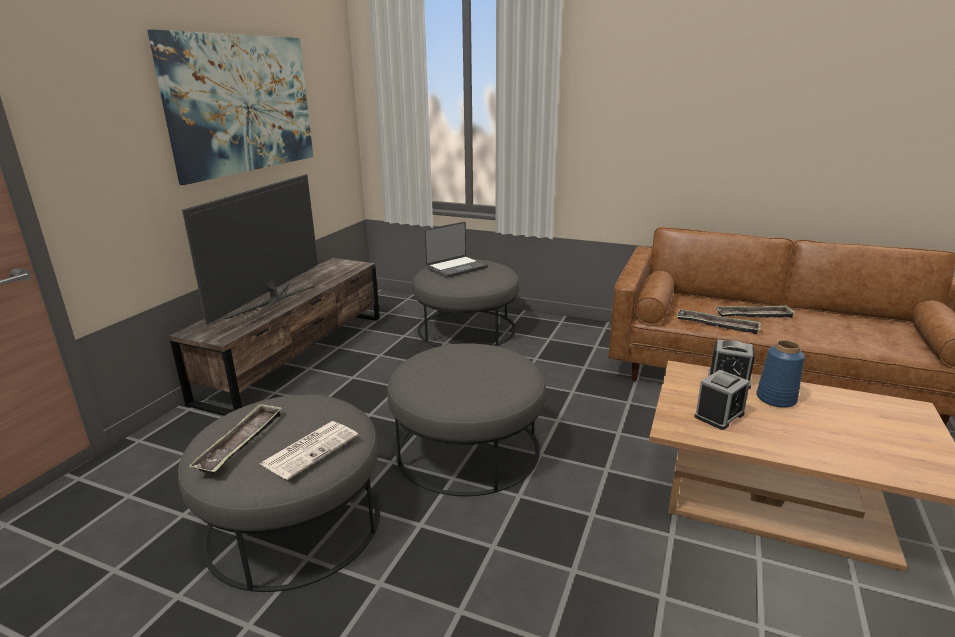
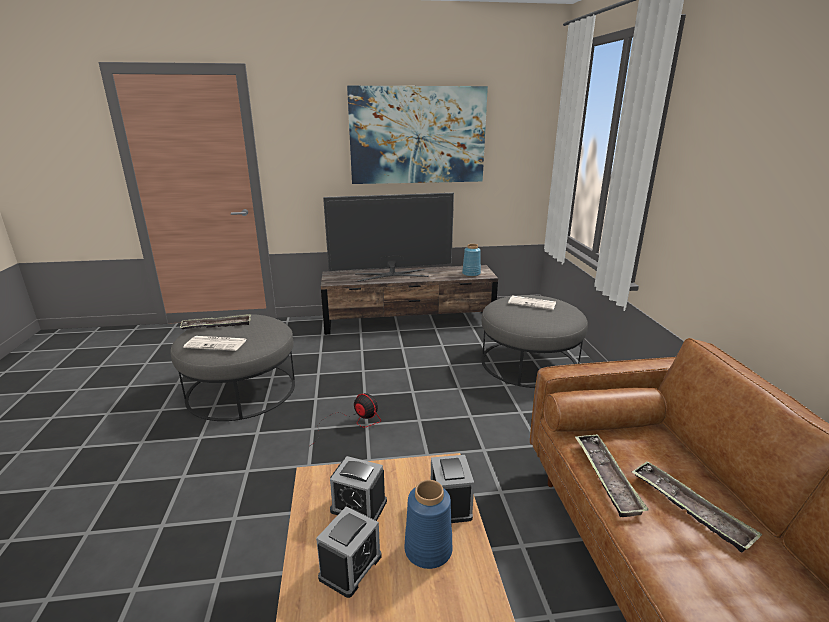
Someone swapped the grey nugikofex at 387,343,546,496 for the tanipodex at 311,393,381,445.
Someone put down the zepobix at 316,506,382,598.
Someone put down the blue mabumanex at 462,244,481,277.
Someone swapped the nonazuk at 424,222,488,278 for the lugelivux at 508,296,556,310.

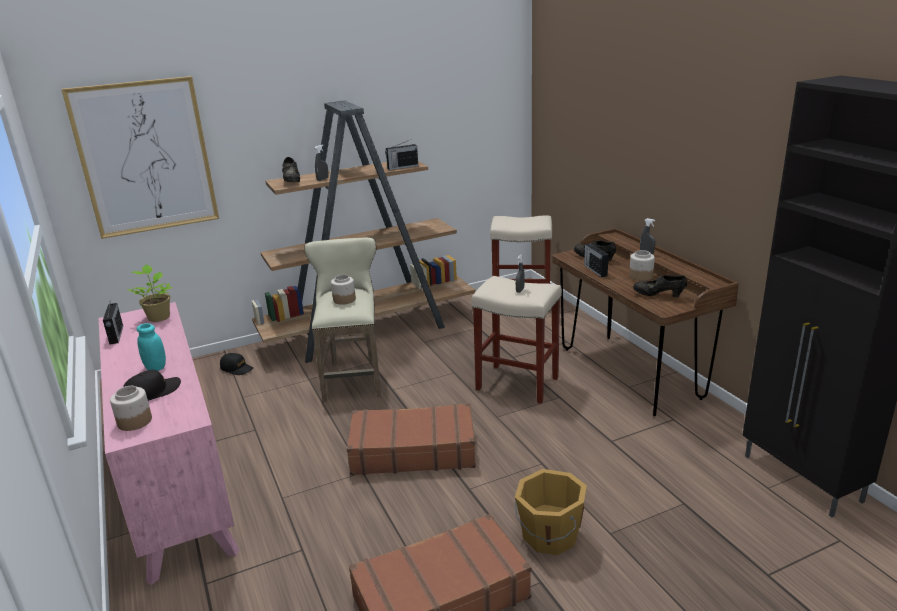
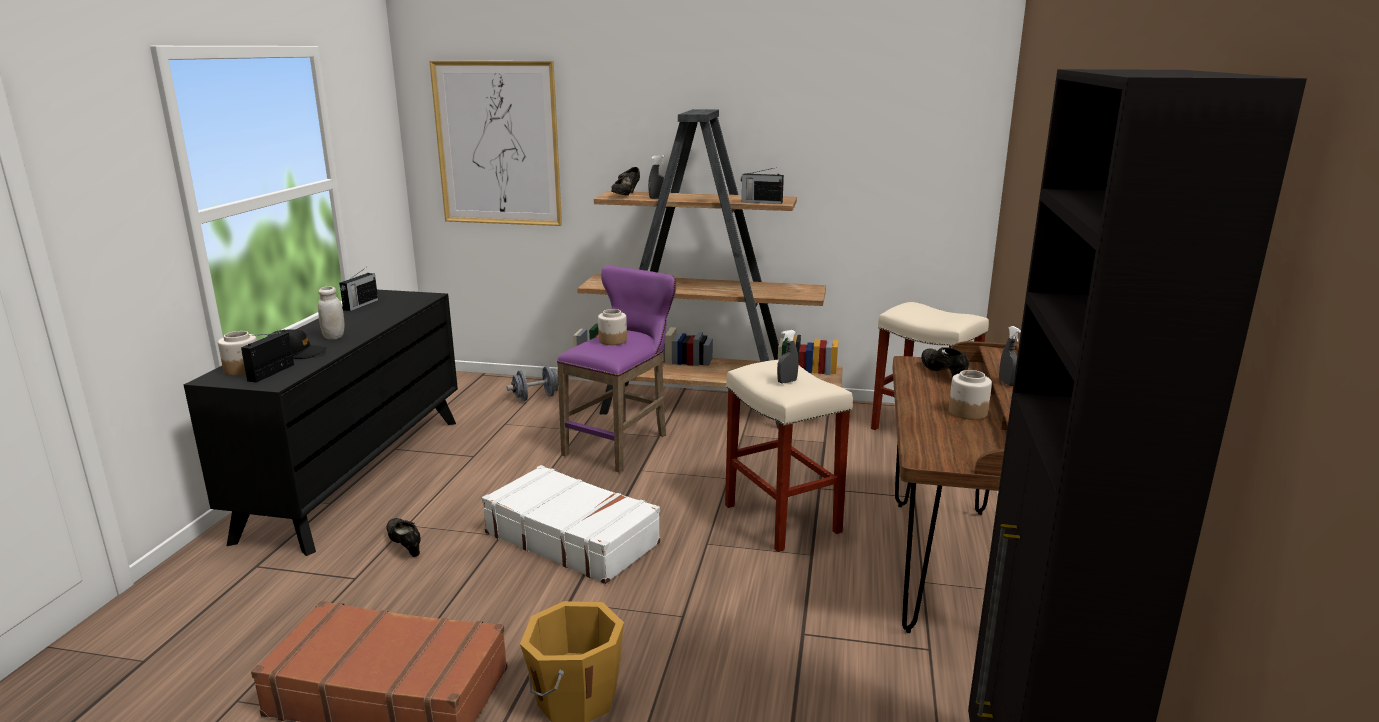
Someone repainted the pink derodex at 99,302,240,585, which became the black derodex at 184,290,458,556.
Someone carried the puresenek from 584,244,609,277 to 241,331,294,383.
Someone repainted the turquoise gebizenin at 137,323,166,371, which became the white gebizenin at 318,286,344,339.
Someone carried the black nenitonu from 633,275,687,297 to 386,518,421,557.
Someone repainted the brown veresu at 347,403,476,475, which became the white veresu at 482,465,660,584.
Someone swapped the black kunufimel at 220,353,253,375 for the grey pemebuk at 507,366,558,401.
Someone repainted the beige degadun at 304,238,381,402, which became the purple degadun at 557,266,676,472.
Someone took away the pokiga at 127,264,172,322.

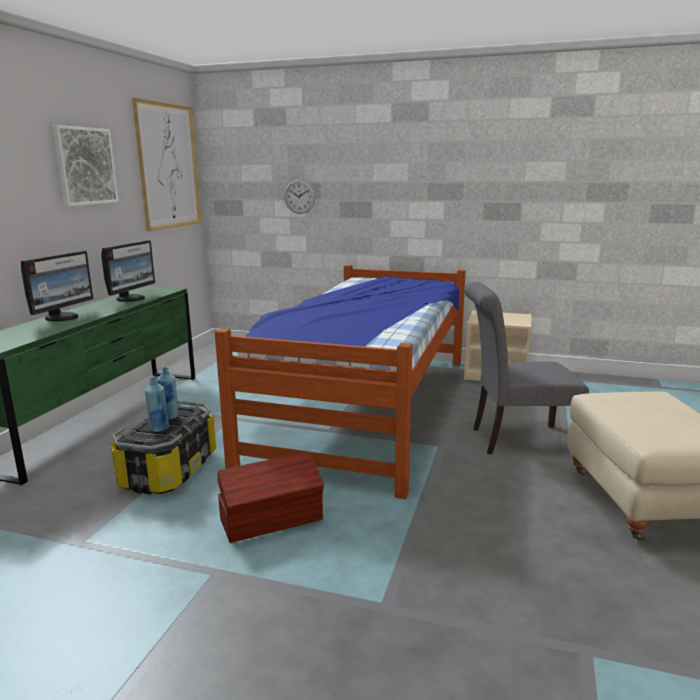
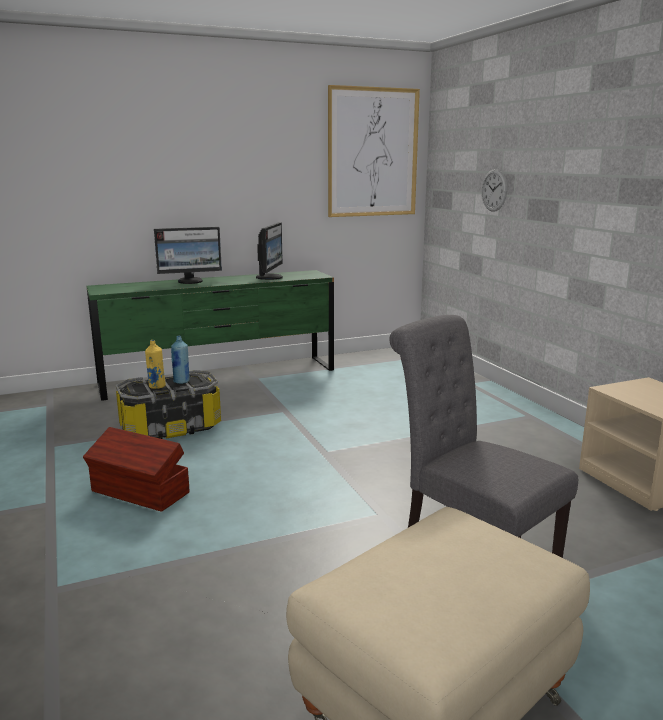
Someone repainted the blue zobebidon at 145,377,169,432, which became the yellow zobebidon at 145,340,166,389.
Someone rotated the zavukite at 101,240,155,302 by 60 degrees counterclockwise.
Someone took away the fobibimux at 52,125,119,206.
Someone took away the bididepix at 215,265,466,499.

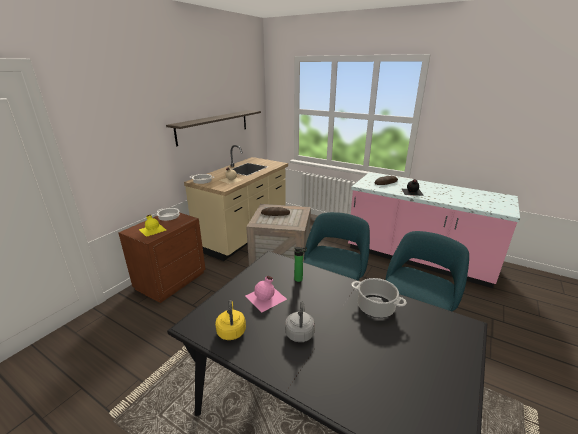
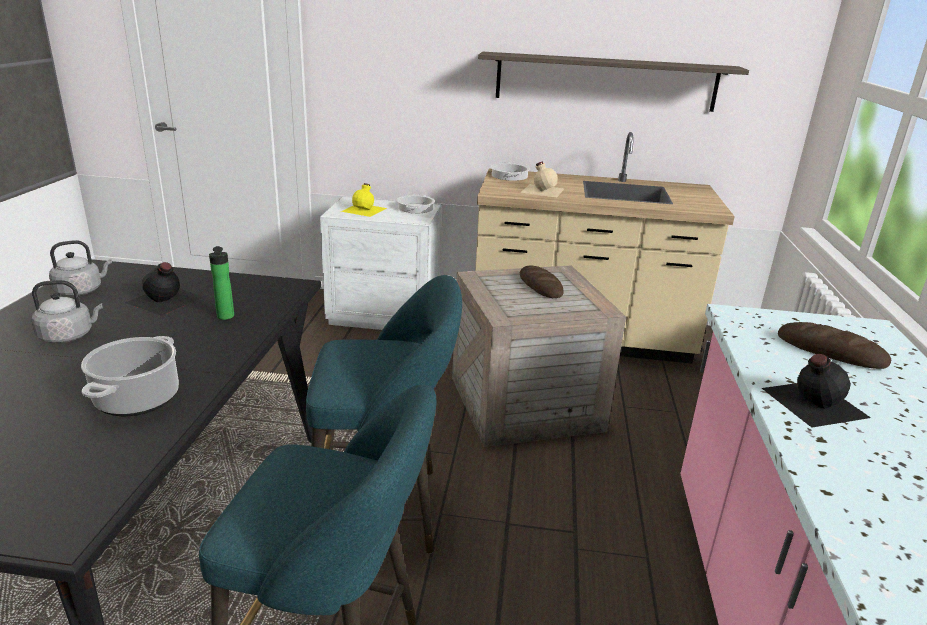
Someone repainted the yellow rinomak at 215,300,246,340, which became the grey rinomak at 49,240,112,296.
Someone repainted the pink zobebidon at 246,276,287,312, which became the black zobebidon at 125,262,204,316.
Someone repainted the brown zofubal at 119,212,205,303, which became the white zofubal at 320,197,441,330.

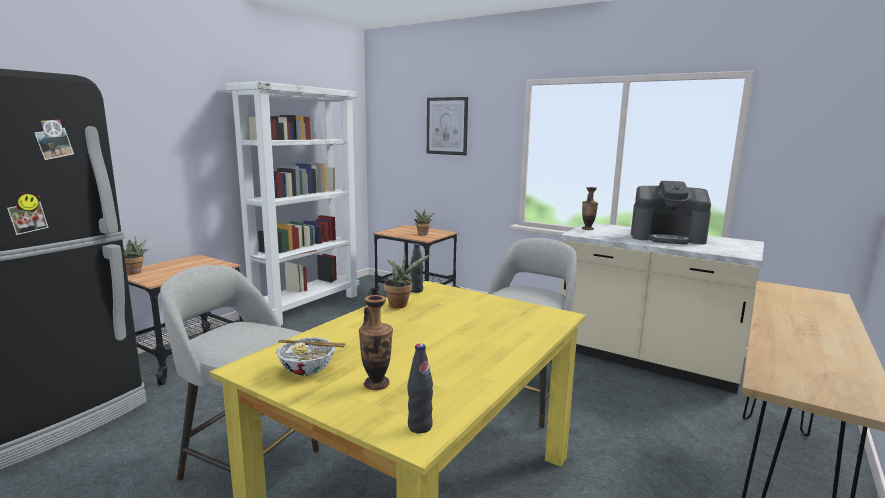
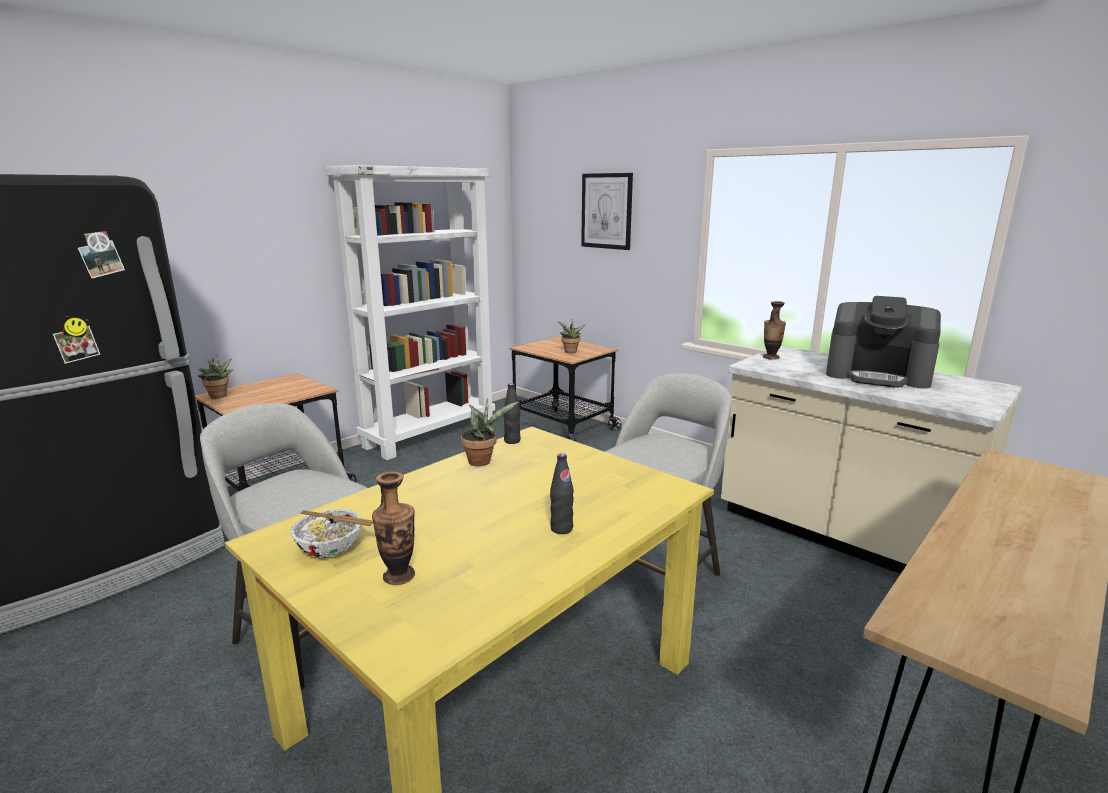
Someone carried the black zobebidon from 407,343,433,433 to 550,453,574,534.

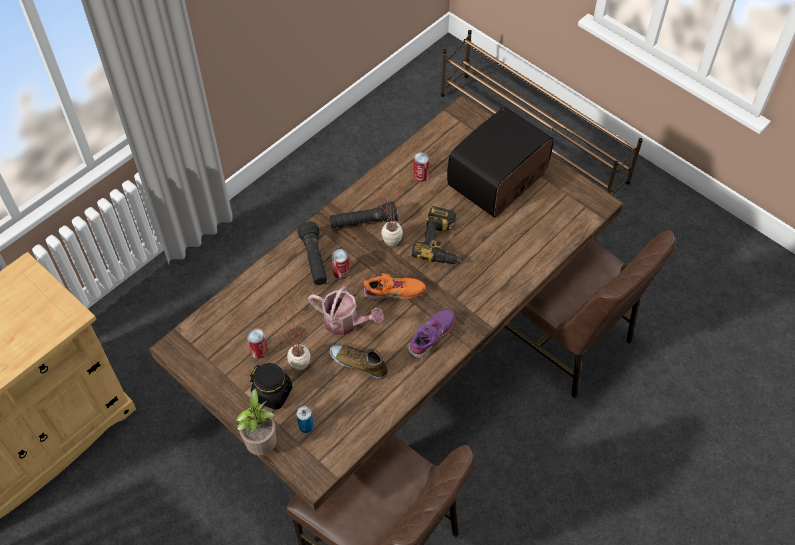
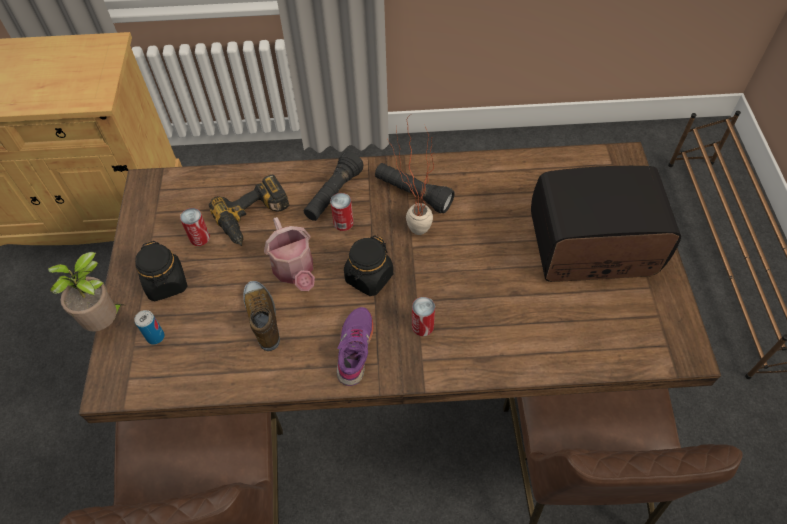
Someone carried the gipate from 412,206,462,264 to 209,175,289,246.
Someone rotated the purple nenitonu at 408,310,455,359 by 75 degrees counterclockwise.
Someone swapped the orange nenitonu at 363,273,425,301 for the black gebizenin at 344,235,393,296.
Someone carried the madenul from 413,152,429,182 to 412,297,435,336.
Someone took away the pokiga at 263,292,310,370.

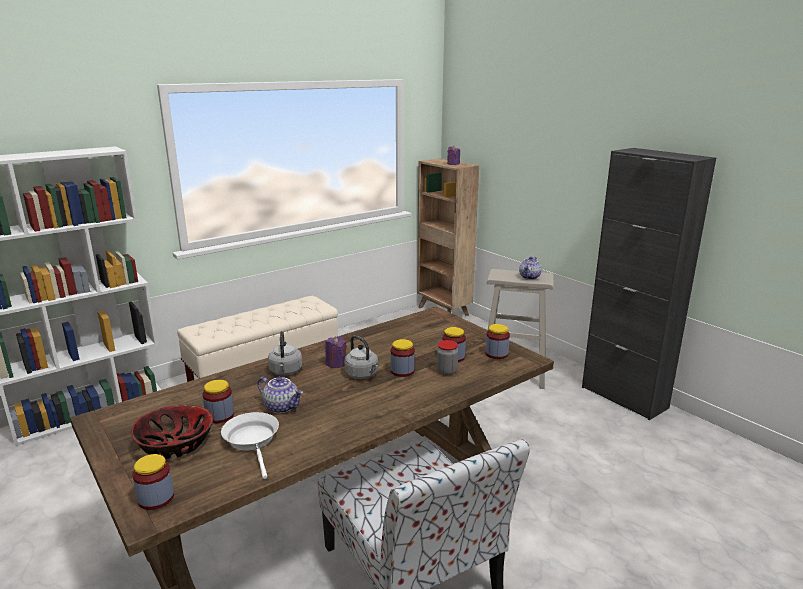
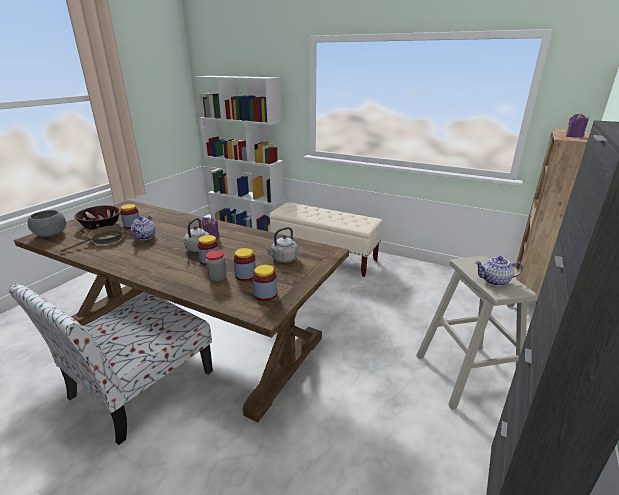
Someone swapped the gebizenin at 132,454,174,510 for the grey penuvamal at 28,210,66,237.
Someone repainted the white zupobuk at 221,412,279,479, which became the brown zupobuk at 60,226,125,252.
Someone carried the grey rinomak from 268,331,302,376 to 264,227,298,263.

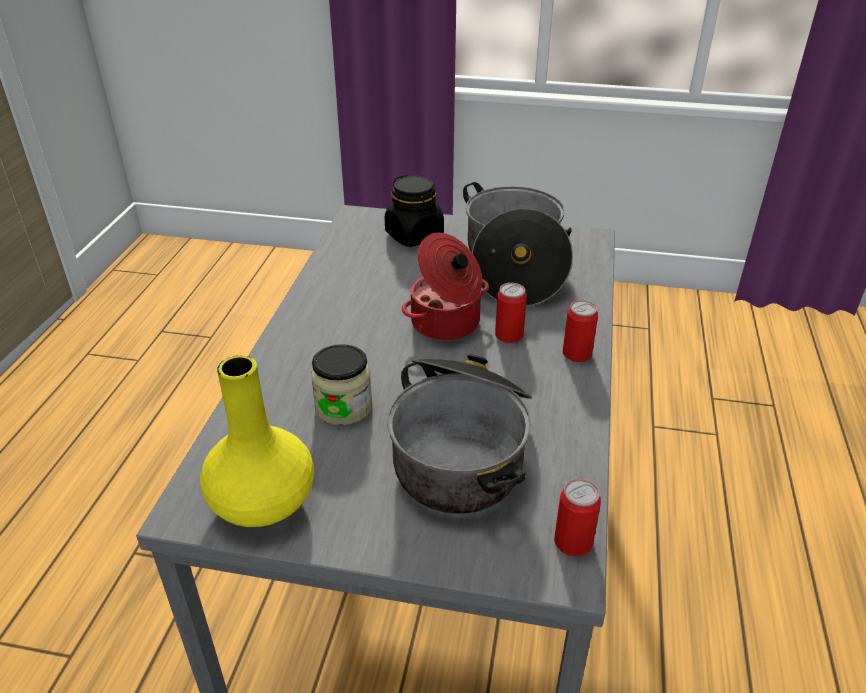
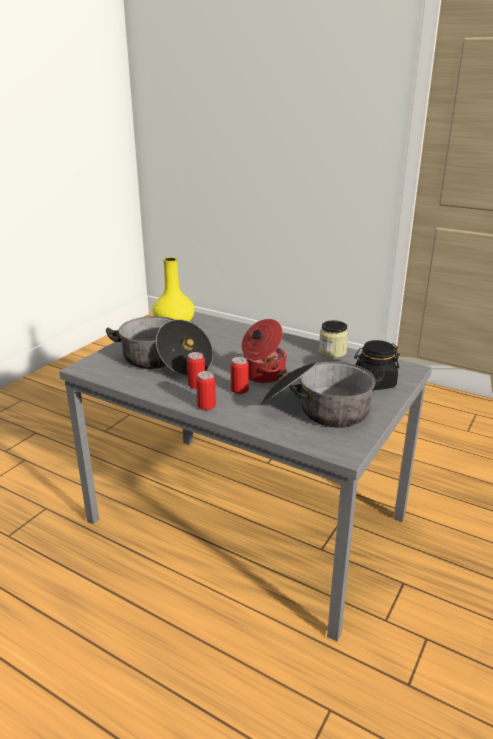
Someone carried the madenul from 554,479,601,556 to 187,352,205,389.
Someone carried the gebizenin from 311,344,372,425 to 319,320,348,358.

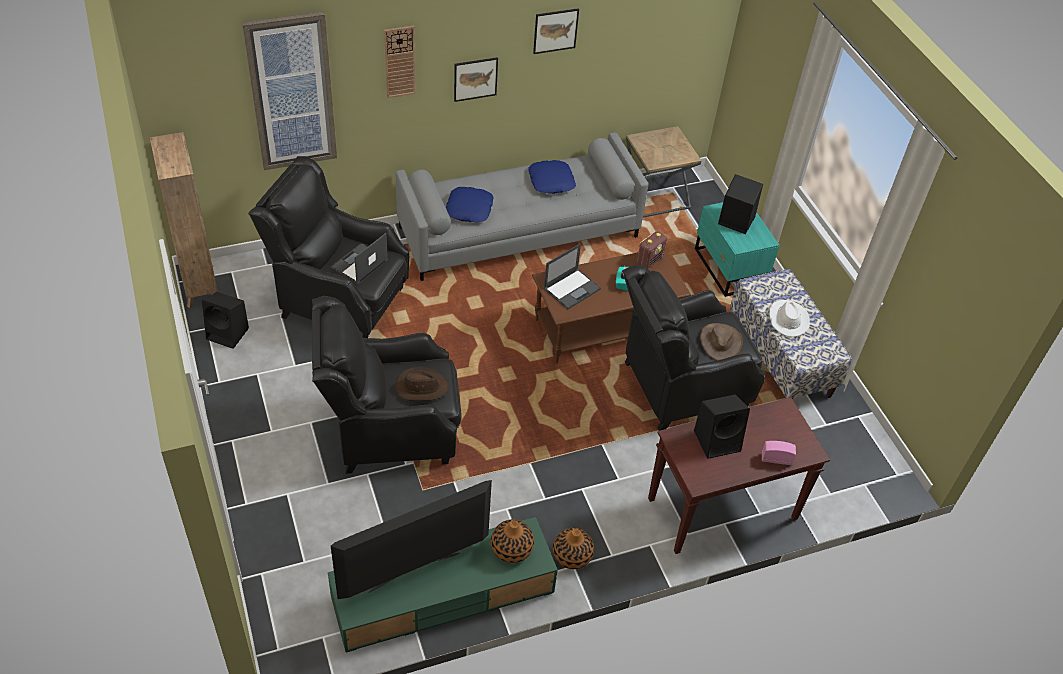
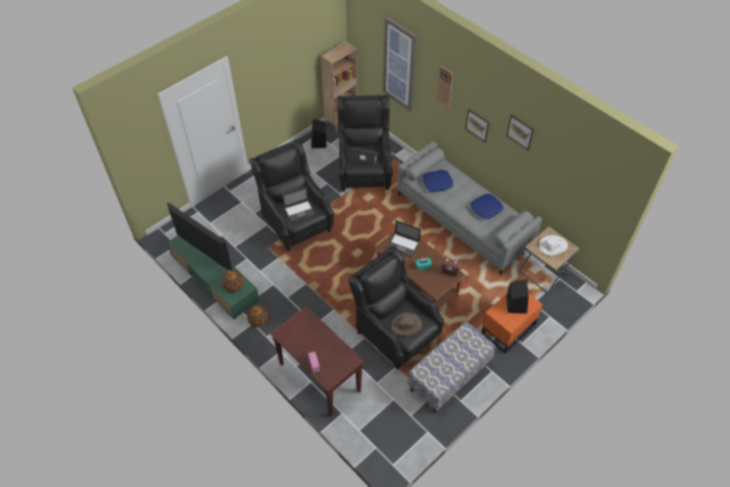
Someone swapped the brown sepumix at 395,367,449,401 for the nonazuk at 282,187,315,223.
Someone repainted the turquoise zofubal at 695,202,780,297, which became the orange zofubal at 482,293,543,353.
Someone carried the white sepumix from 769,300,810,337 to 539,235,568,256.
Someone took away the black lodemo at 694,395,750,459.

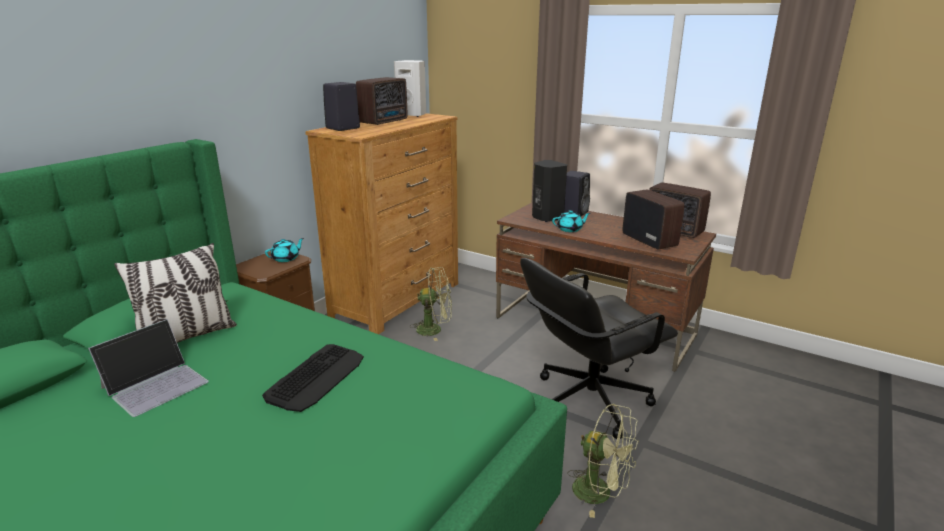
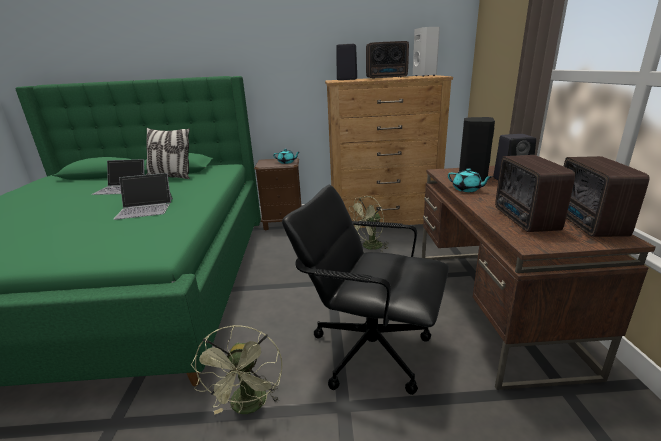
Someone swapped the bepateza at 262,344,364,412 for the nonazuk at 114,173,173,220.
Someone rotated the green tanipodex at 410,267,452,341 by 90 degrees clockwise.
Someone rotated the puresenek at 623,189,685,250 by 150 degrees clockwise.

